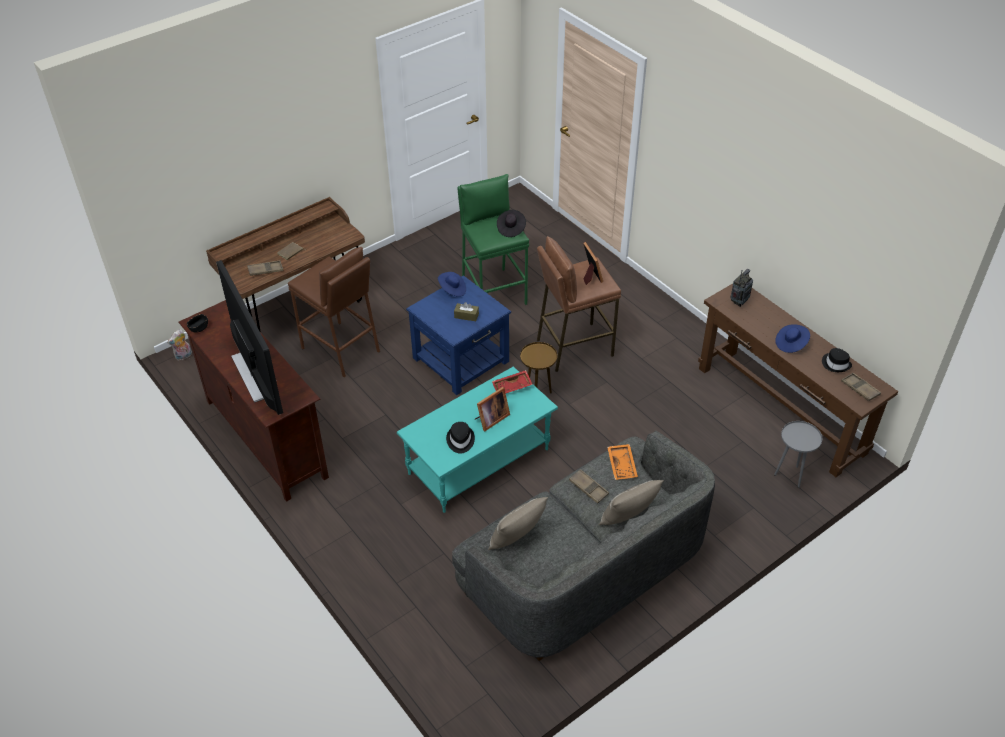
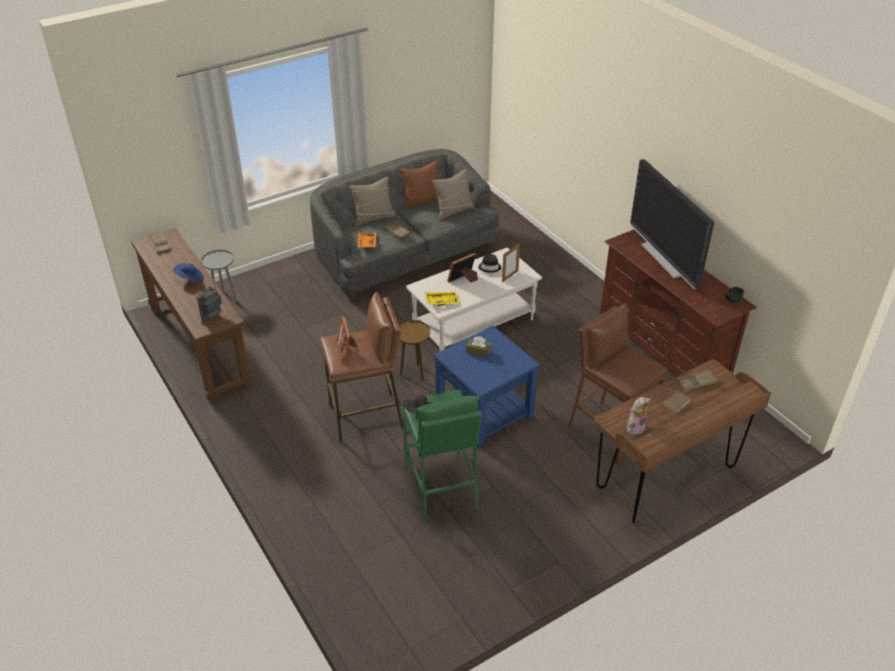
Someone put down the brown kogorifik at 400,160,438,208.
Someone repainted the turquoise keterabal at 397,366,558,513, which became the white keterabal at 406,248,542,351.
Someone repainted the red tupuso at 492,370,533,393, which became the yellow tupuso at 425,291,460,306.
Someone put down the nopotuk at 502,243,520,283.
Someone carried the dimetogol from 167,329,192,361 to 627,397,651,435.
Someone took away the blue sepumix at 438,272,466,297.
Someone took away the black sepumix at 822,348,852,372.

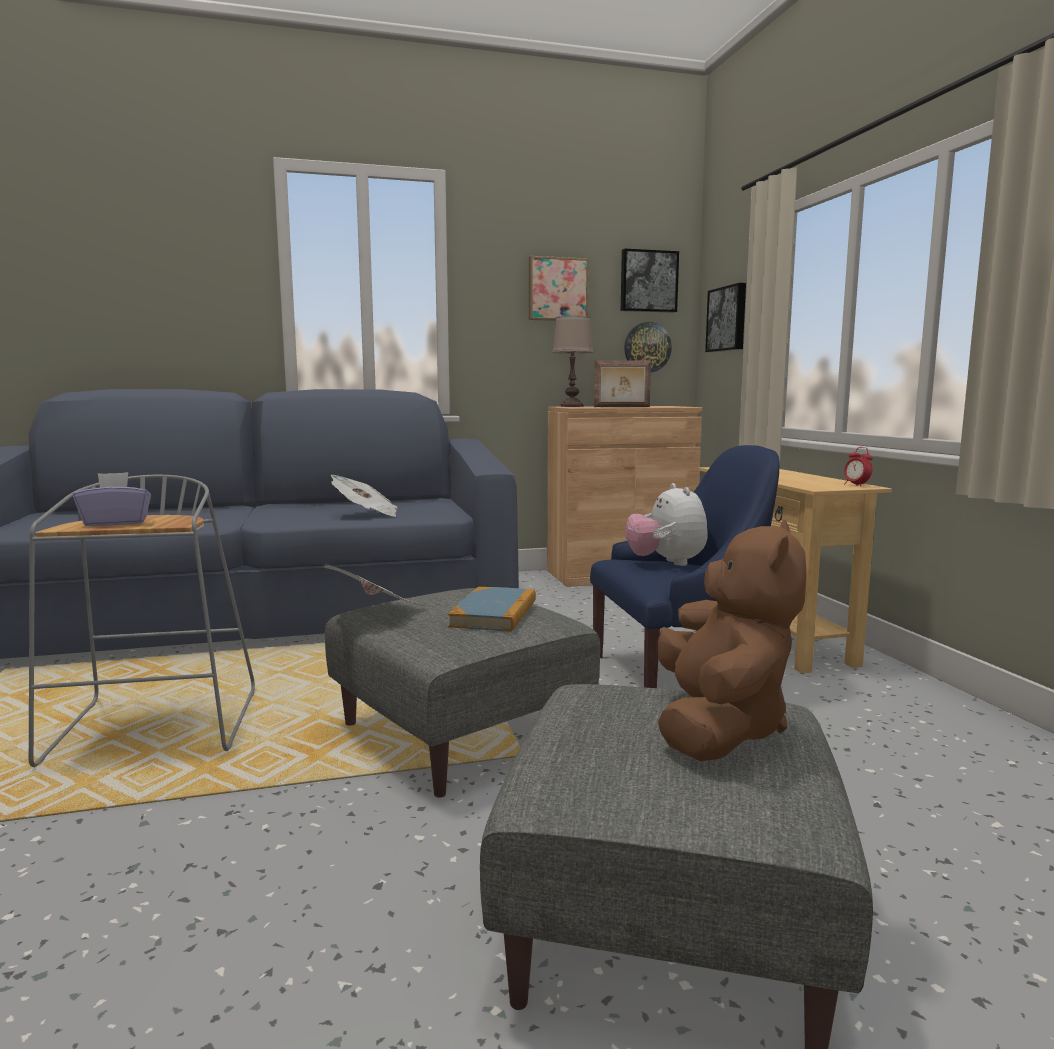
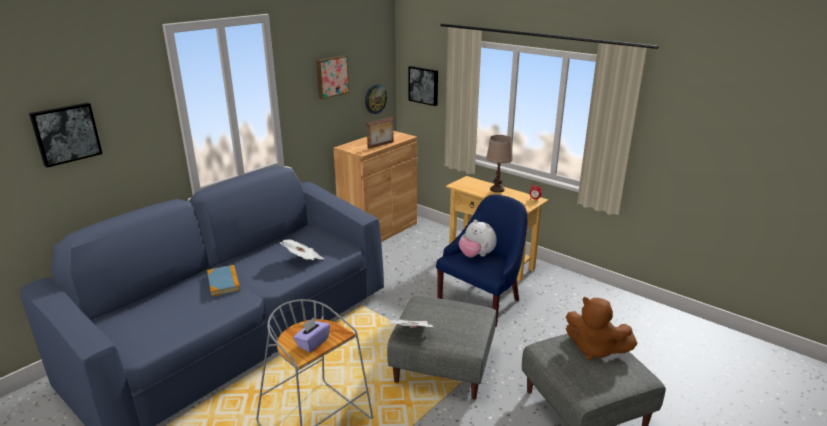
Someone carried the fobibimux from 621,249,679,313 to 29,103,102,167.
Someone carried the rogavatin from 448,587,536,632 to 207,265,240,296.
Someone carried the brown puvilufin from 551,315,594,407 to 486,135,513,193.
Someone rotated the brown dimetogol at 658,520,807,761 by 150 degrees clockwise.

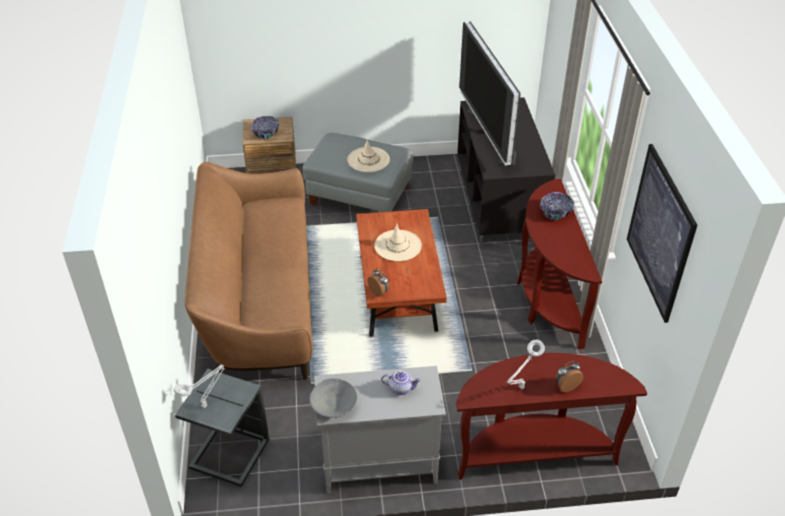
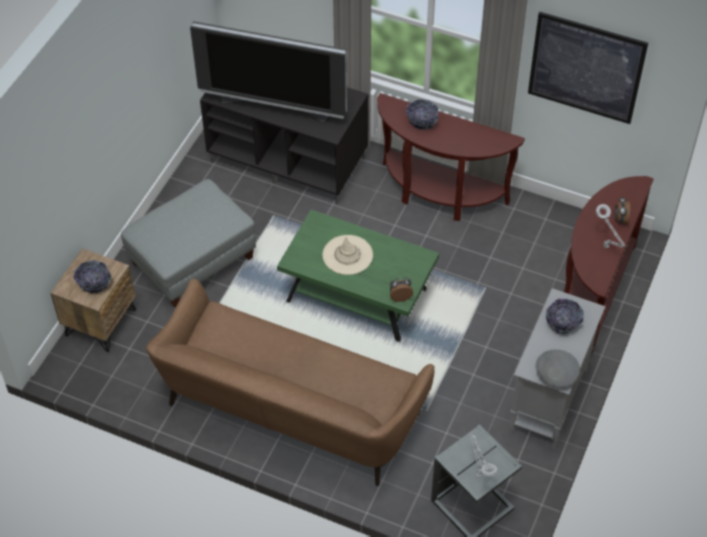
Someone repainted the brown keterabal at 356,209,447,337, which became the green keterabal at 277,210,439,342.
Someone swapped the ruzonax at 381,371,421,395 for the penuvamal at 546,298,584,334.
Someone took away the beige sepumix at 347,139,390,172.

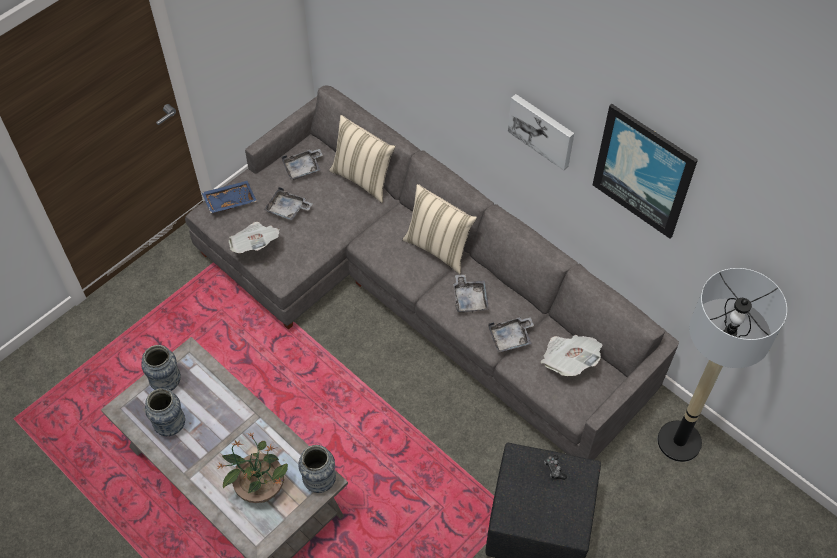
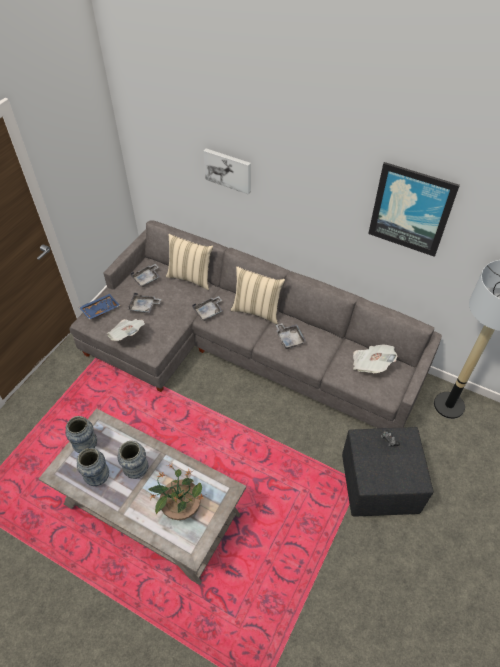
Someone carried the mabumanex from 298,445,336,493 to 118,441,148,479.
Someone carried the grey tupuso from 488,317,534,353 to 192,296,223,321.
Someone carried the fobibimux from 508,94,574,171 to 203,148,251,195.

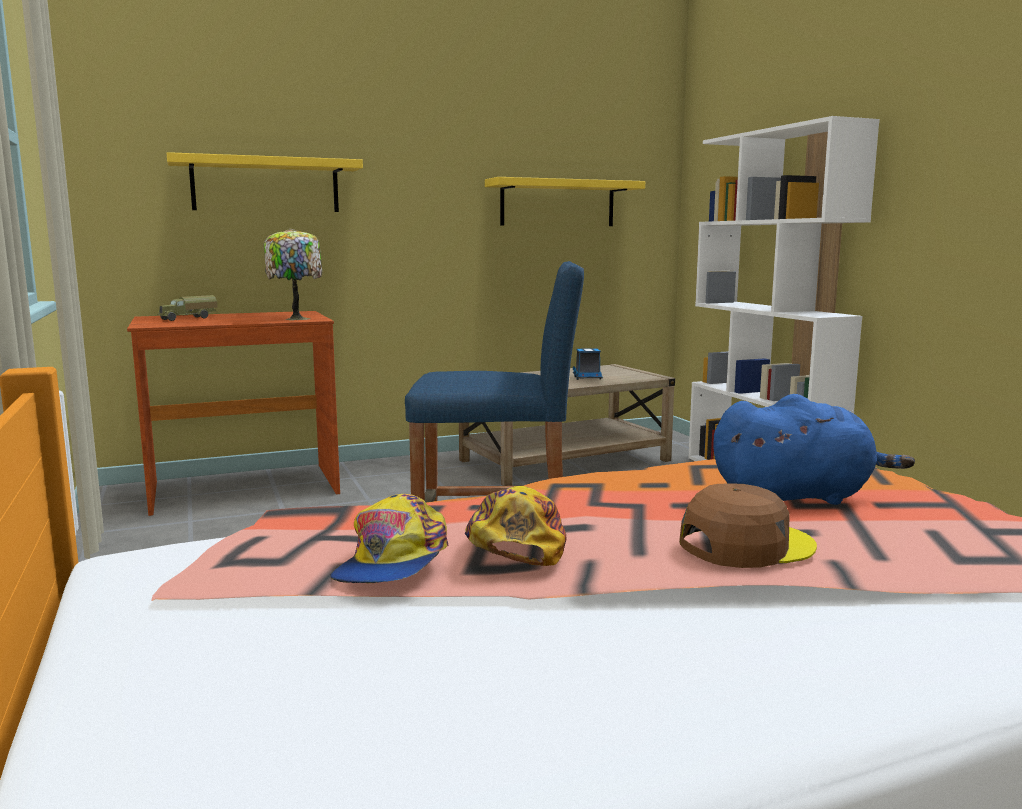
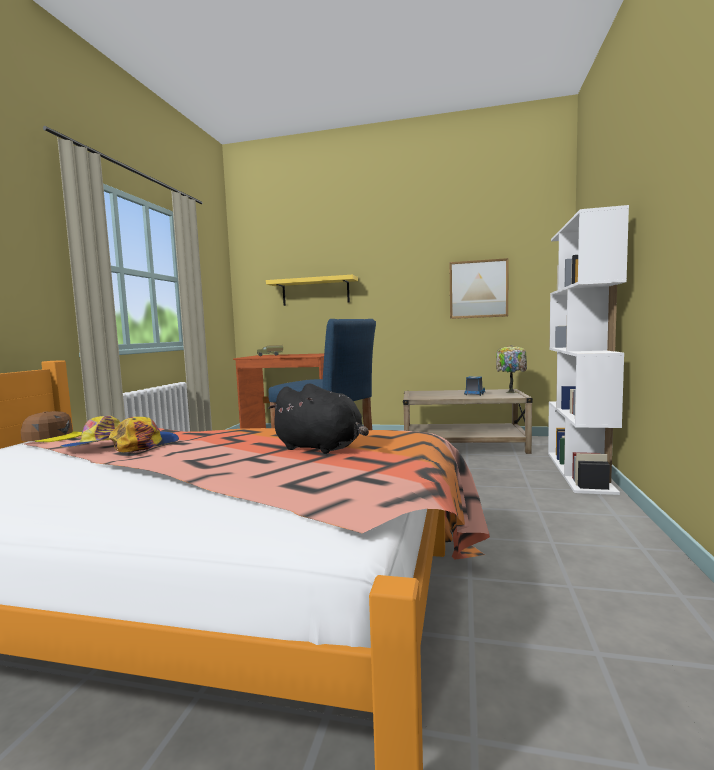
Someone carried the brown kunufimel from 679,483,817,568 to 21,411,82,442.
Someone repainted the blue dimetogol at 713,394,915,505, which became the black dimetogol at 268,383,369,454.
Someone swapped the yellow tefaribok at 485,177,645,226 for the fobibimux at 449,258,508,319.
Someone carried the puvilufin from 264,228,322,320 to 496,345,527,393.

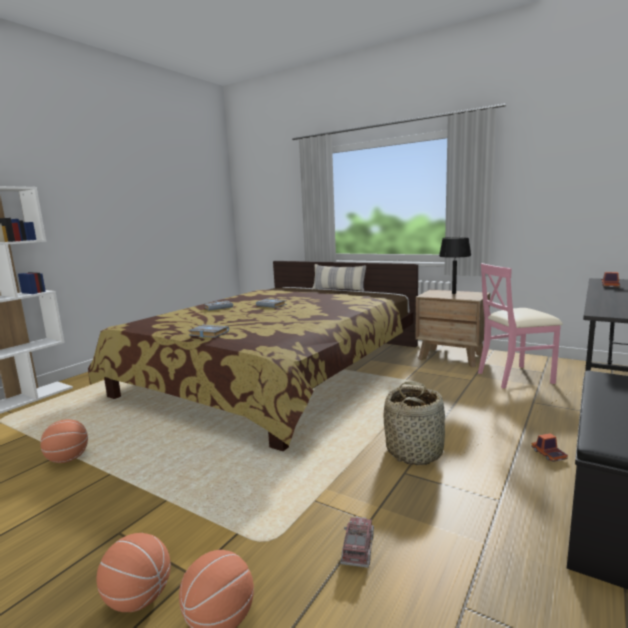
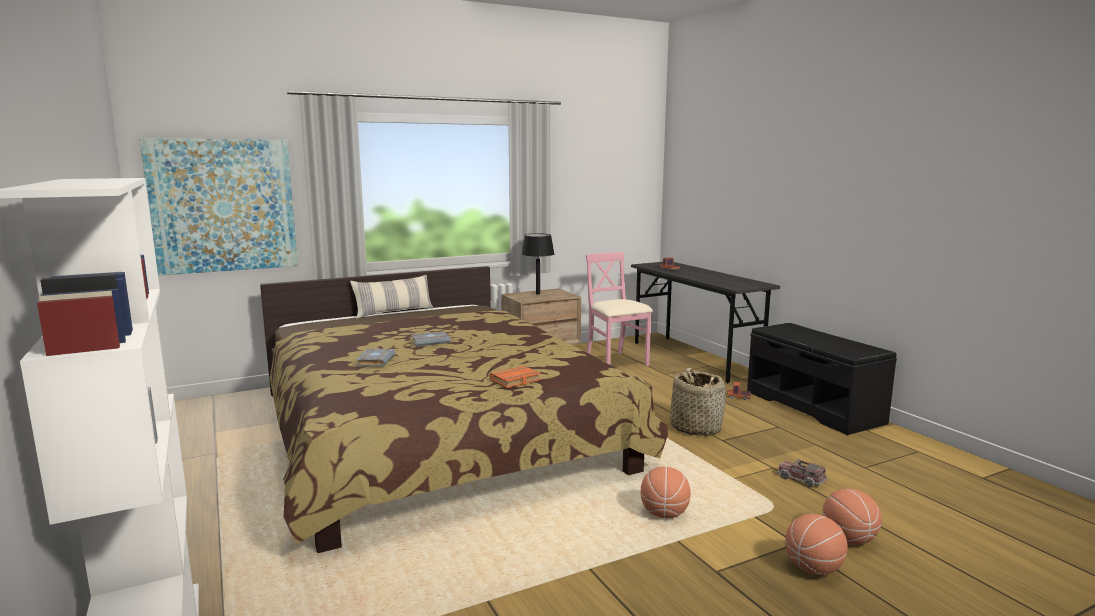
Someone put up the fobibimux at 139,138,298,276.
Someone repainted the grey rogavatin at 189,325,229,338, which became the orange rogavatin at 490,366,541,388.
Someone rotated the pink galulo at 478,263,563,389 by 135 degrees clockwise.
Someone carried the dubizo from 40,419,88,463 to 641,467,691,519.

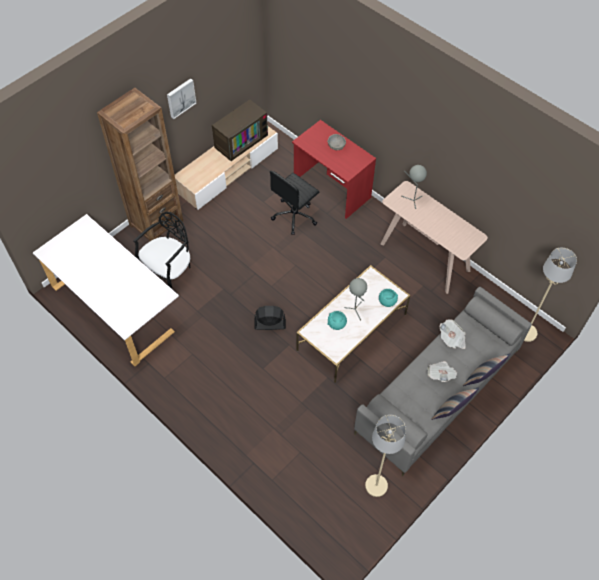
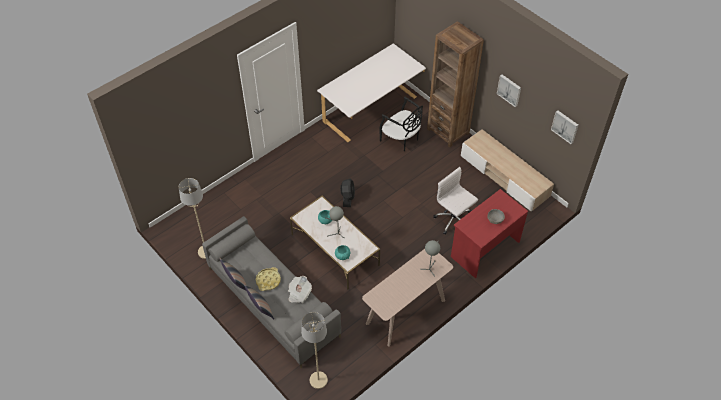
Someone swapped the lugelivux at 428,361,457,382 for the yellow tupuso at 256,267,281,291.
Someone repainted the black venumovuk at 270,171,319,235, which became the white venumovuk at 433,167,478,235.
Someone put up the fobibimux at 551,110,579,144.
Someone took away the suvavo at 212,100,268,161.

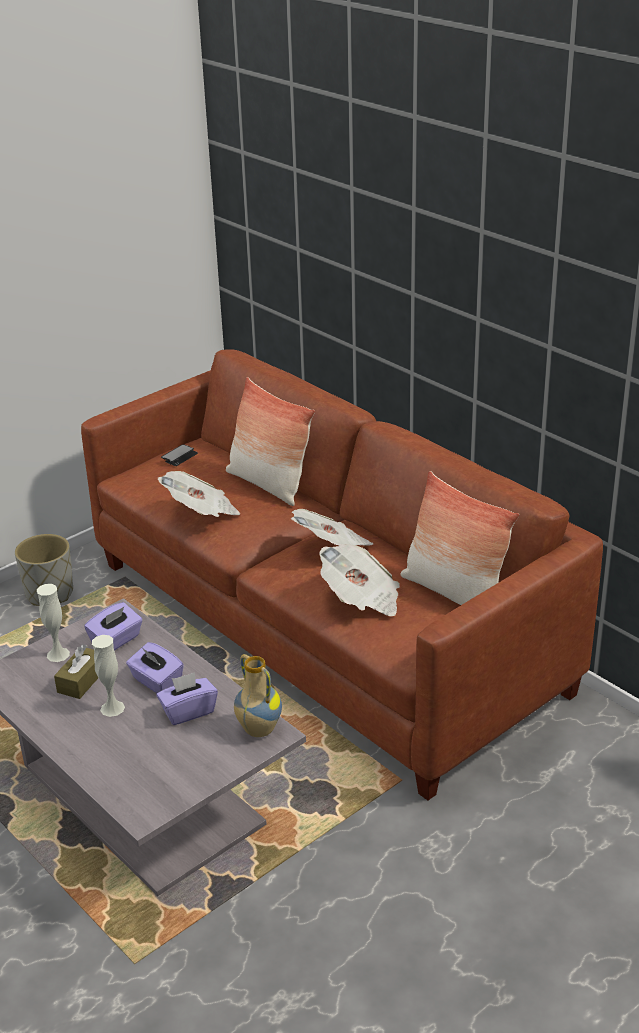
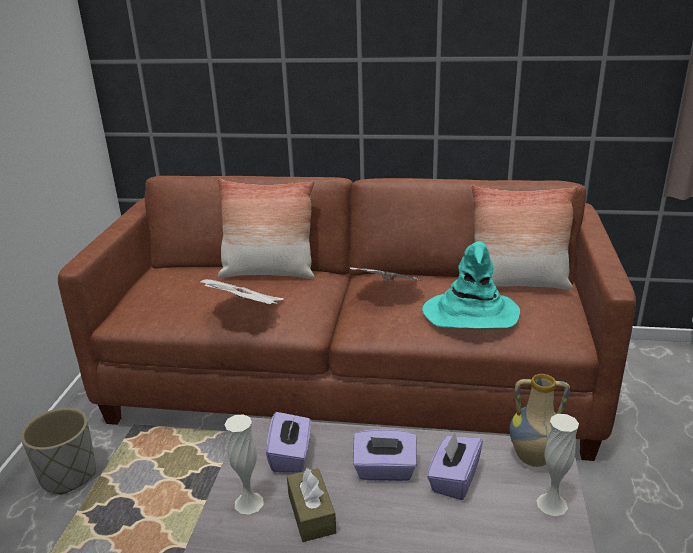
Someone swapped the lugelivux at 319,544,400,616 for the turquoise sepumix at 422,241,520,328.
Someone carried the white mabumanex from 92,635,125,717 to 537,414,579,516.
Someone took away the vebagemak at 161,444,198,466.

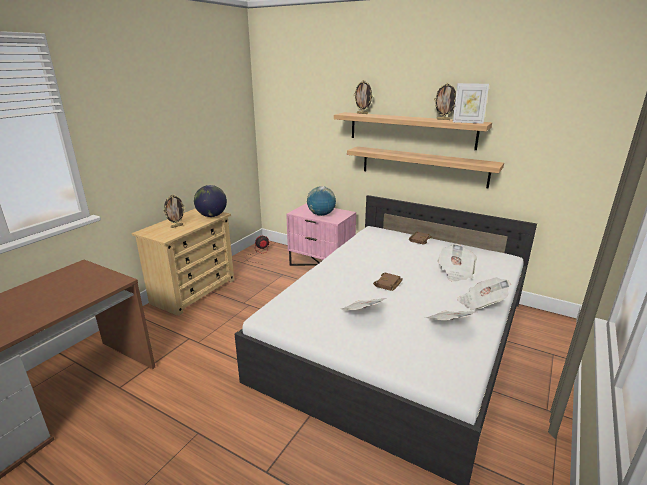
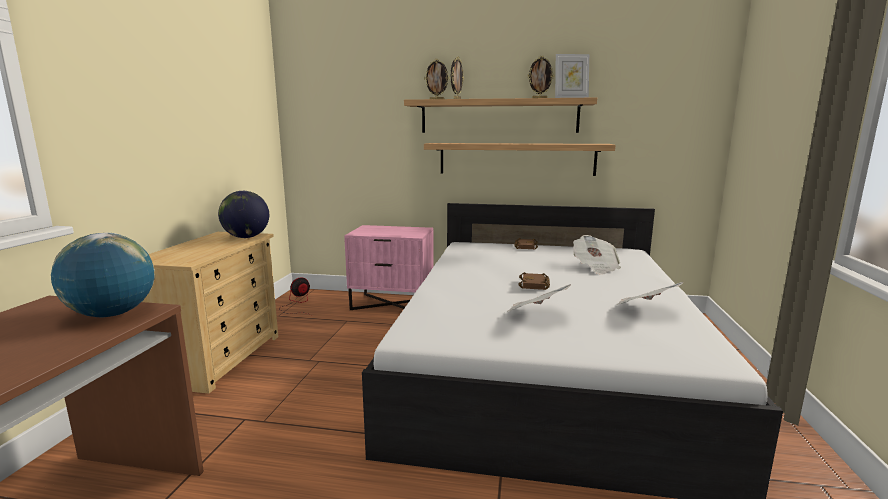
Someone carried the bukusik from 307,186,336,216 to 51,233,155,318.
Someone carried the nopotuk from 163,194,185,228 to 451,56,464,99.
Someone took away the lugelivux at 457,277,511,311.

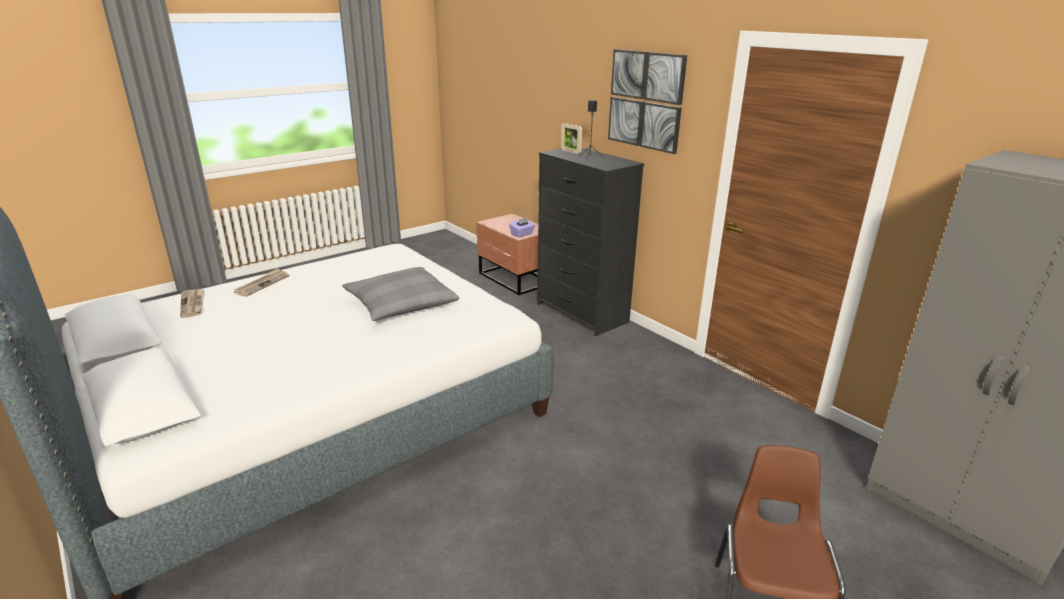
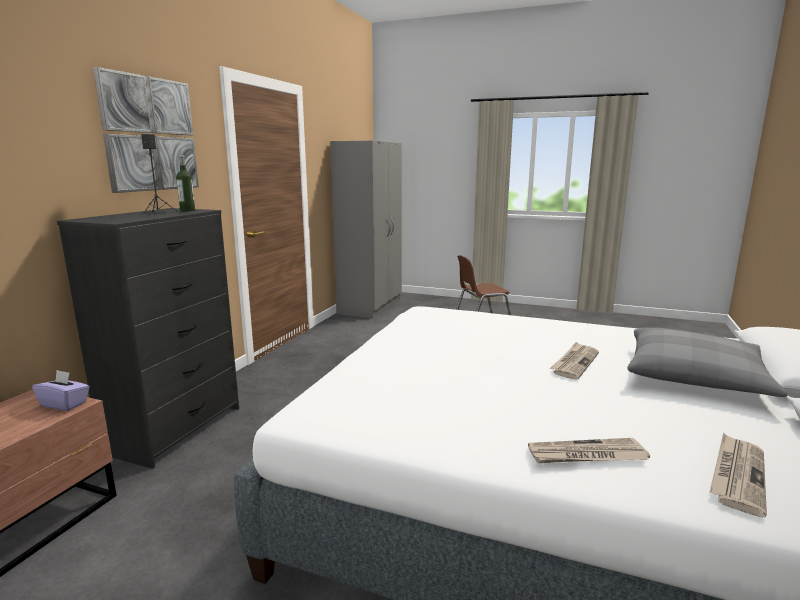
Someone put down the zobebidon at 176,155,195,212.
Someone put down the lugelivux at 550,342,599,380.
Someone carried the grey kogorifik from 342,267,459,321 to 627,328,787,397.
Someone took away the nopotuk at 561,123,582,154.

